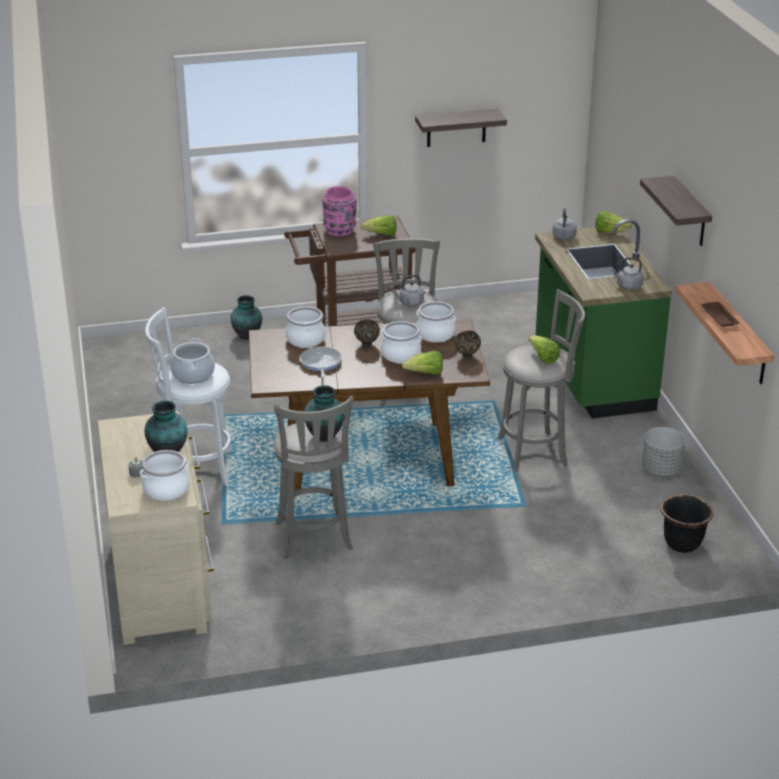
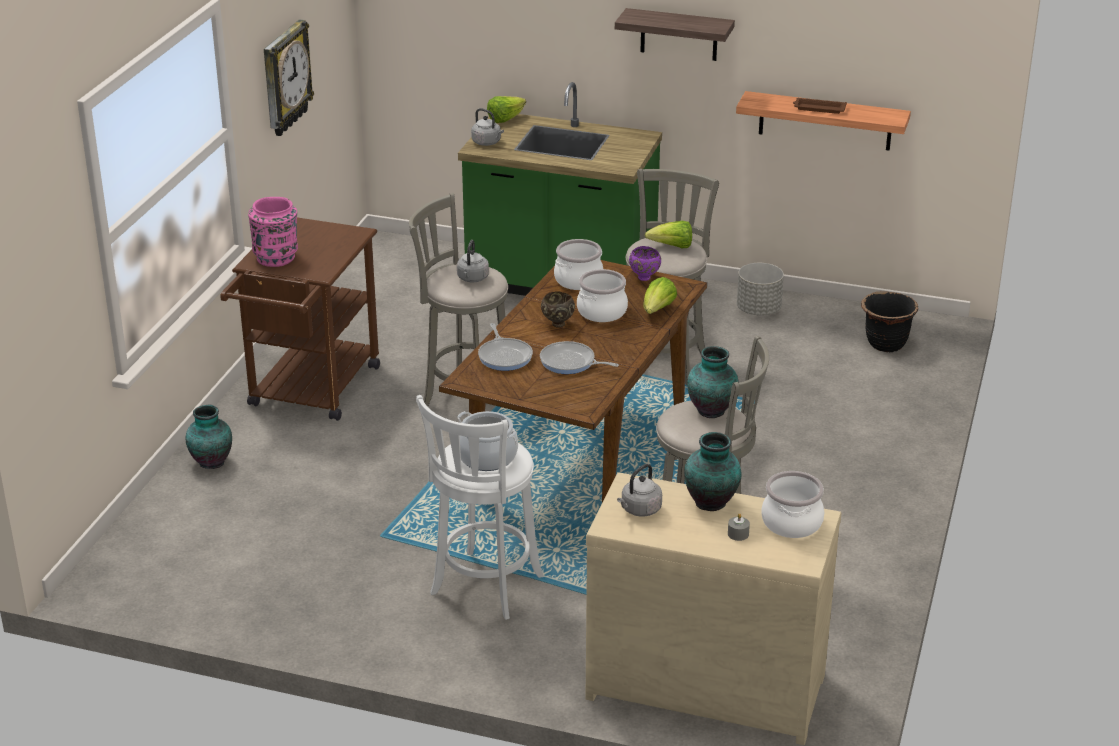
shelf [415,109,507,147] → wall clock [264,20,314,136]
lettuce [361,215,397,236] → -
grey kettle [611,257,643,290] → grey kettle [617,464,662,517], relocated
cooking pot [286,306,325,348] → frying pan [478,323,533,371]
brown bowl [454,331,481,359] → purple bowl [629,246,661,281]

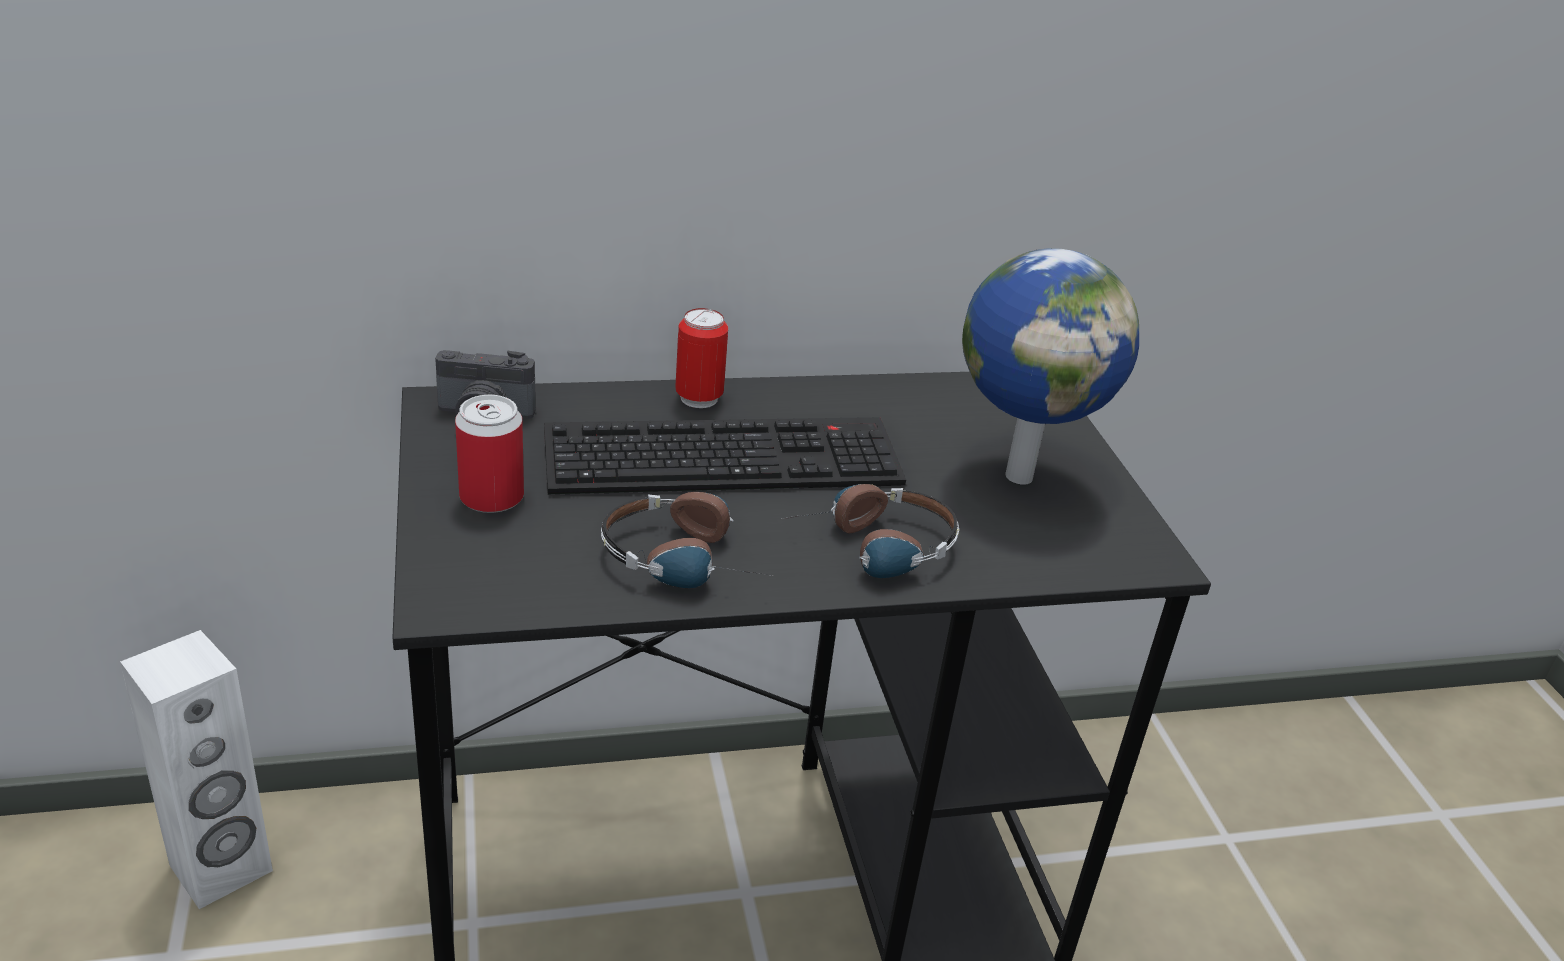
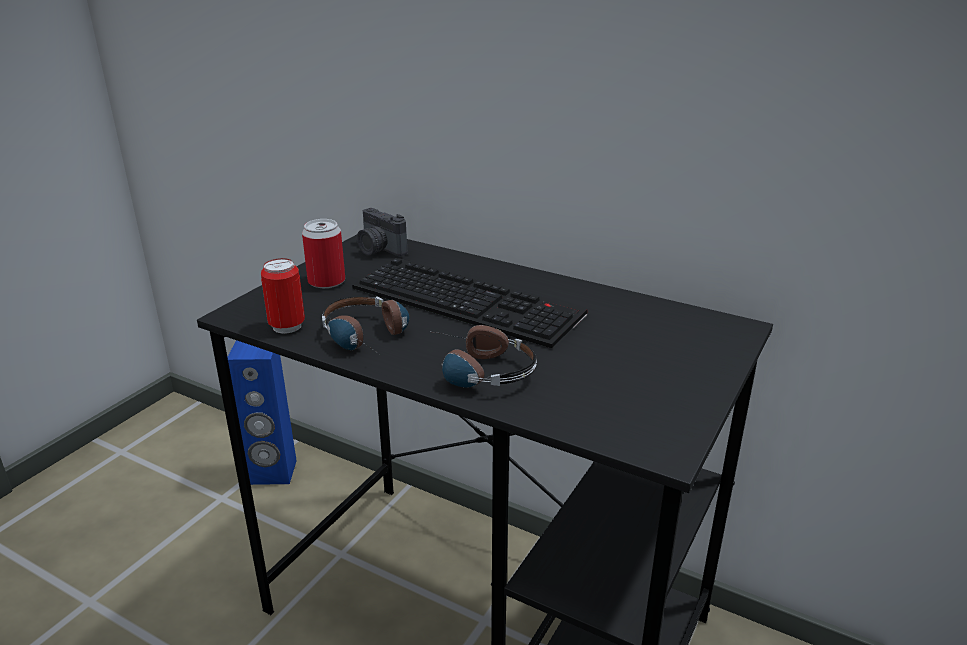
globe [962,248,1139,485] → -
can [675,308,728,408] → can [261,258,305,334], relocated
white speaker [120,630,273,909] → blue speaker [227,340,297,485]

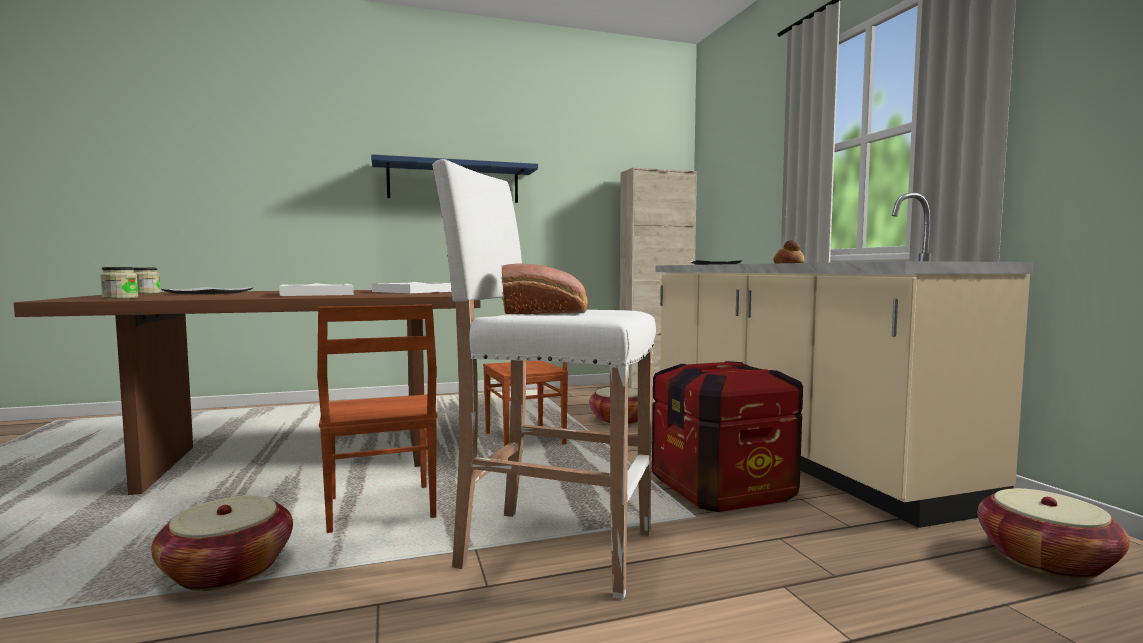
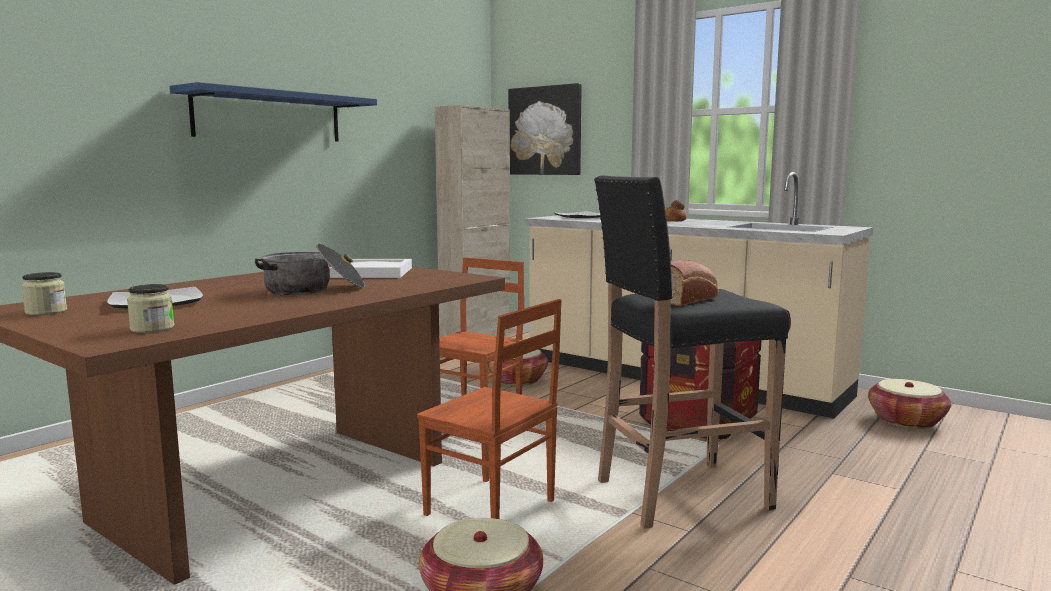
white stool [432,159,656,600] → black stool [594,175,791,529]
white tray [279,283,354,296] → cooking pot [255,243,365,295]
- → picture [508,83,582,175]

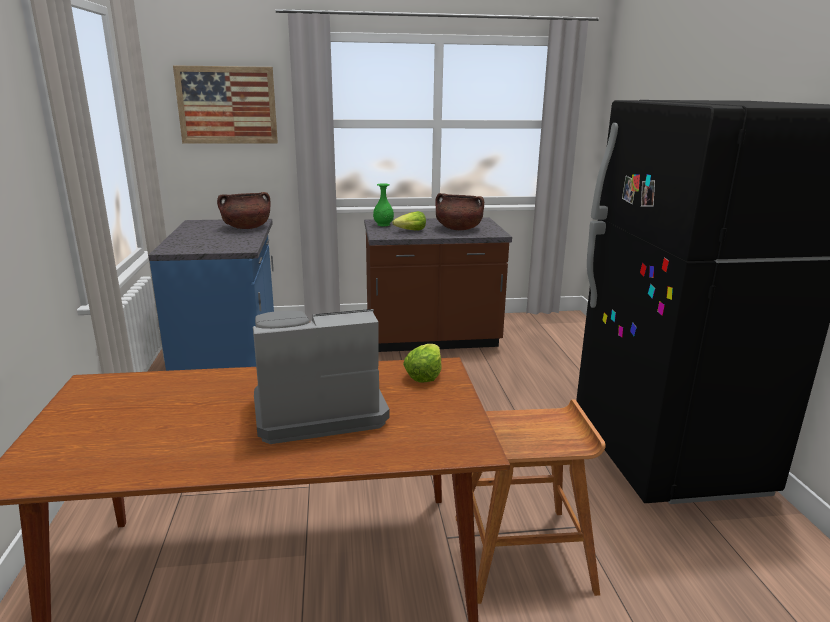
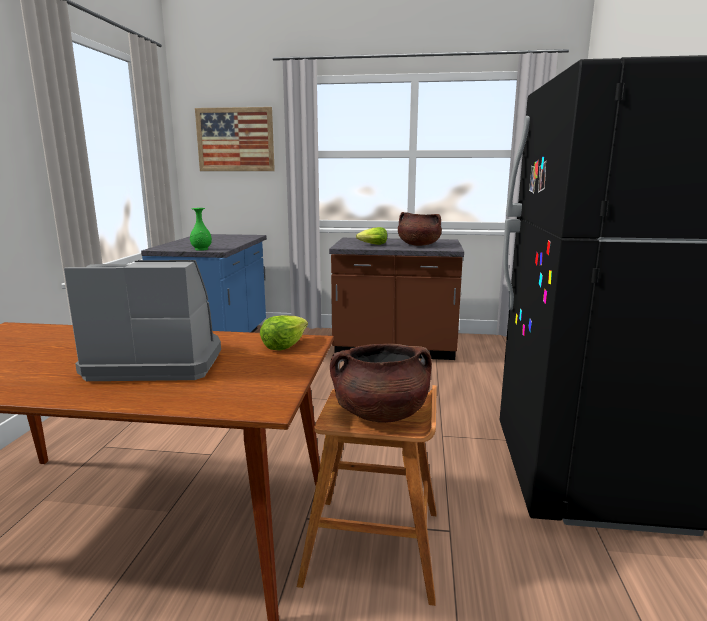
green vase [373,183,394,226] → green vase [190,208,212,251], relocated
brown cooking pot [217,192,271,229] → brown cooking pot [330,344,432,423], relocated

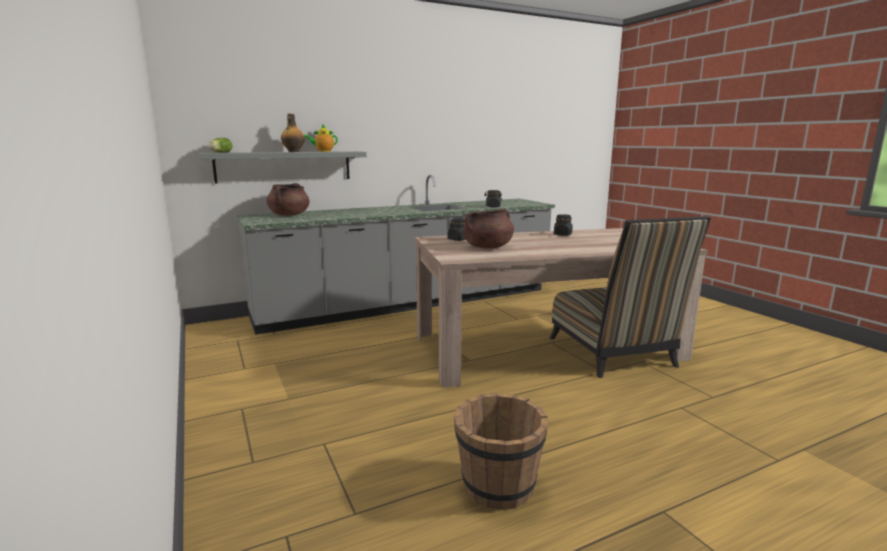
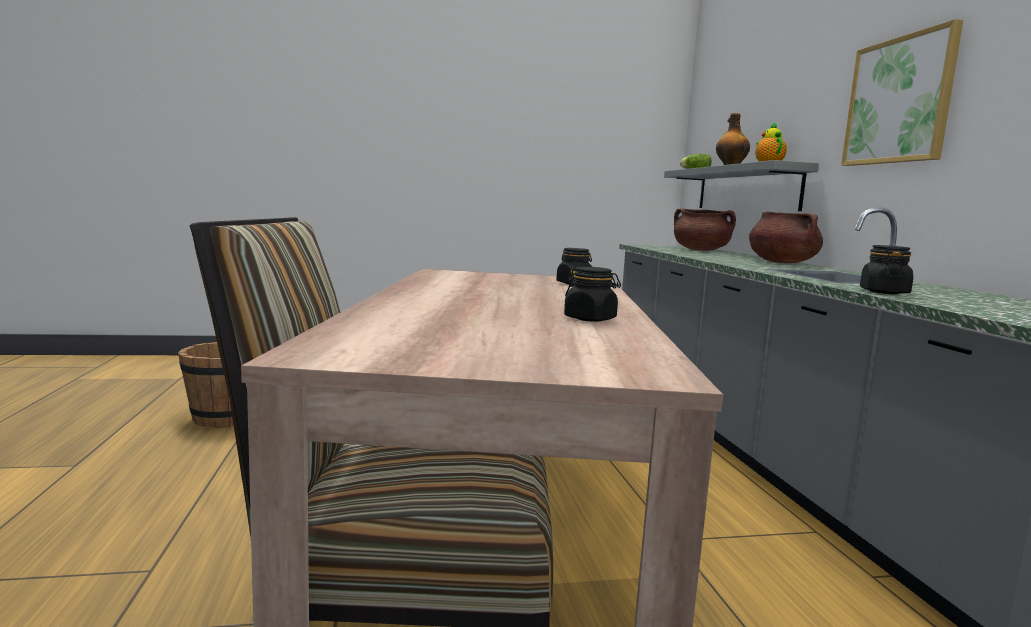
brown cooking pot [463,209,514,249] → brown cooking pot [749,211,823,263], relocated
- → picture [841,19,963,166]

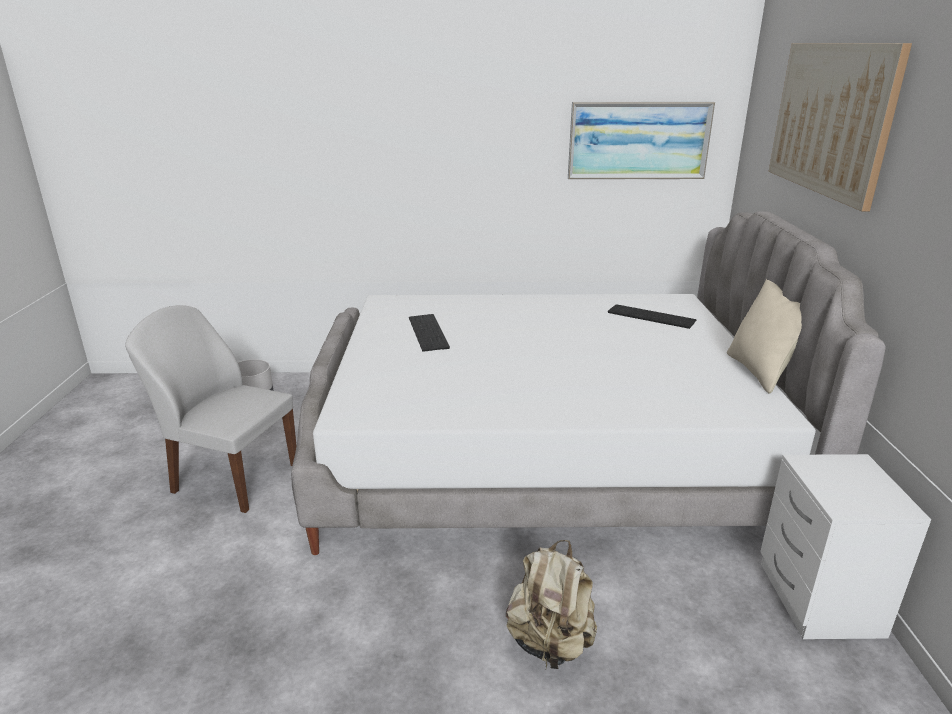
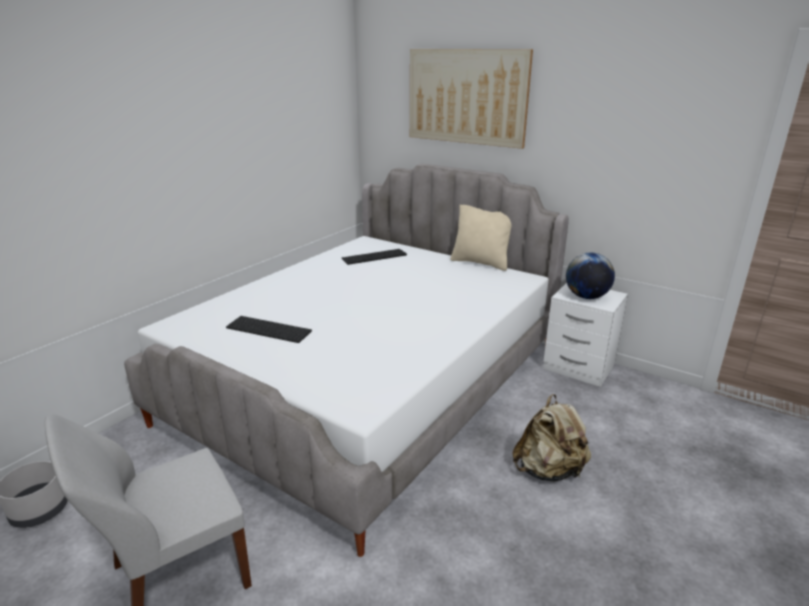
picture [568,102,715,179] → -
- → globe [566,253,615,299]

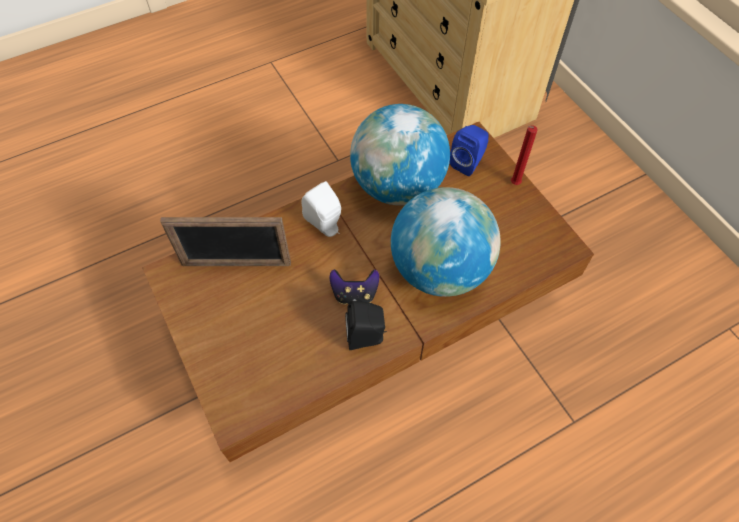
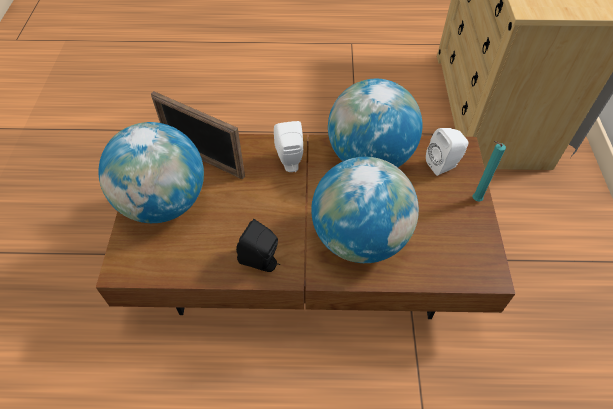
blue speaker [450,125,489,176] → white speaker [426,128,468,176]
red candle [511,125,537,185] → turquoise candle [473,141,506,201]
game controller [330,269,380,305] → -
- → globe [98,122,204,223]

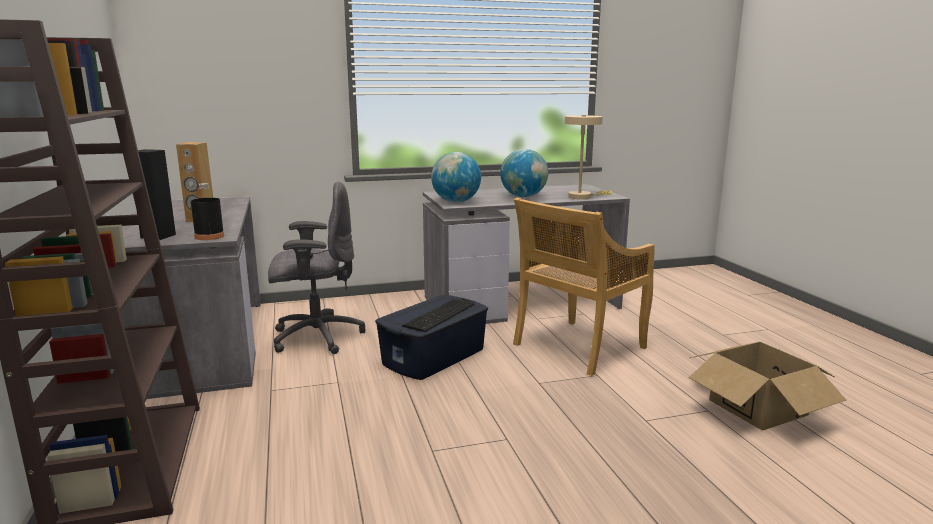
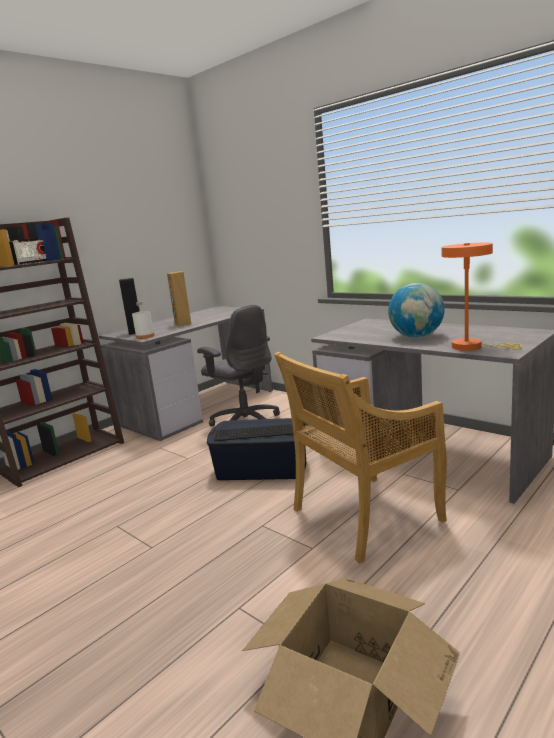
beige table lamp [564,115,612,199] → orange table lamp [441,243,523,351]
globe [431,152,481,202] → -
black bottle [191,183,224,240] → white bottle [132,302,155,339]
beige chair [513,198,655,376] → beige chair [274,352,447,564], 45 degrees counterclockwise

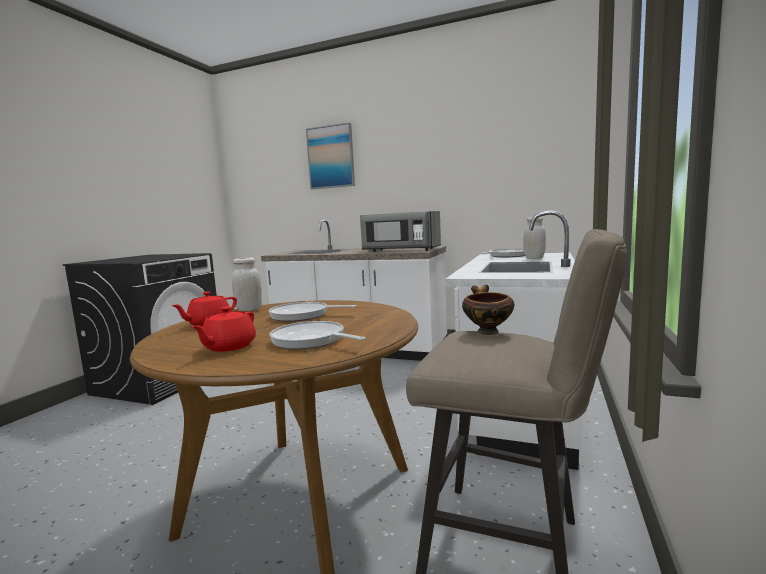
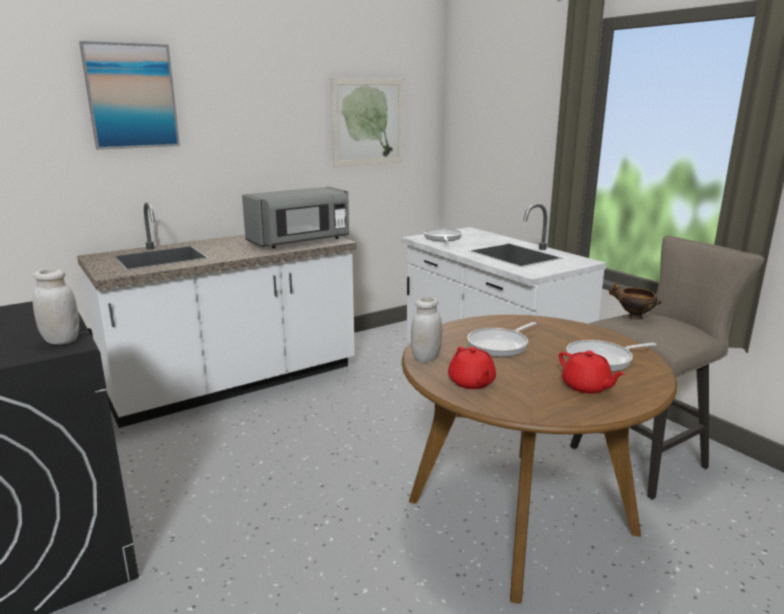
white jar [523,217,546,259] → white jar [32,269,79,345], relocated
- → picture [331,78,404,167]

